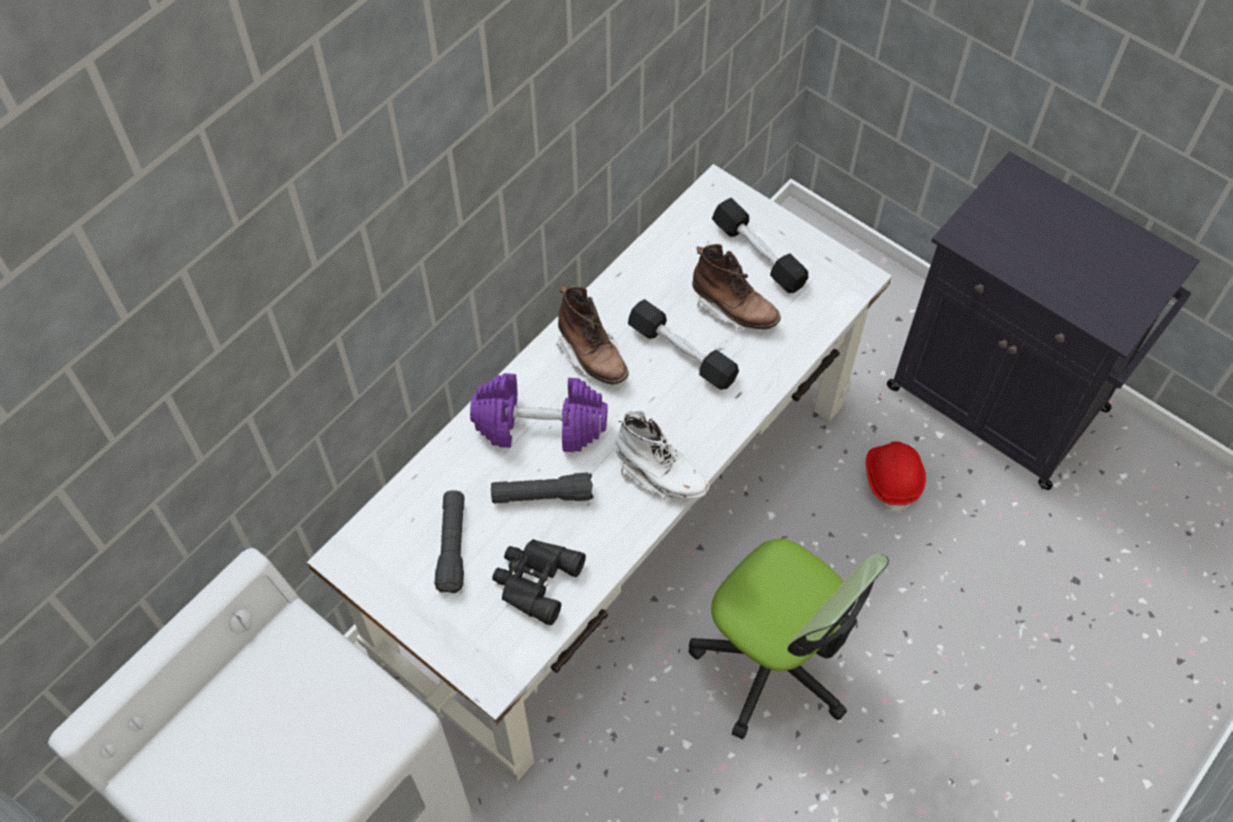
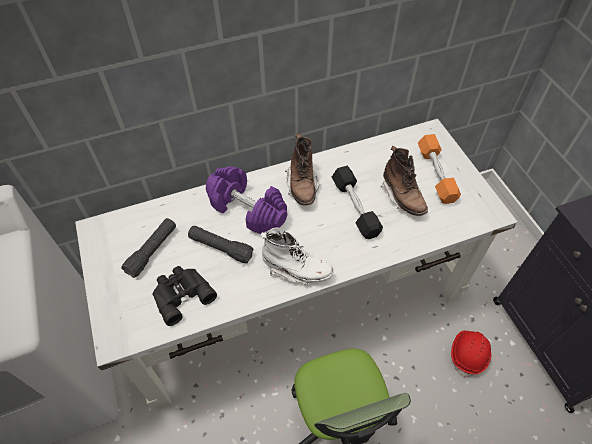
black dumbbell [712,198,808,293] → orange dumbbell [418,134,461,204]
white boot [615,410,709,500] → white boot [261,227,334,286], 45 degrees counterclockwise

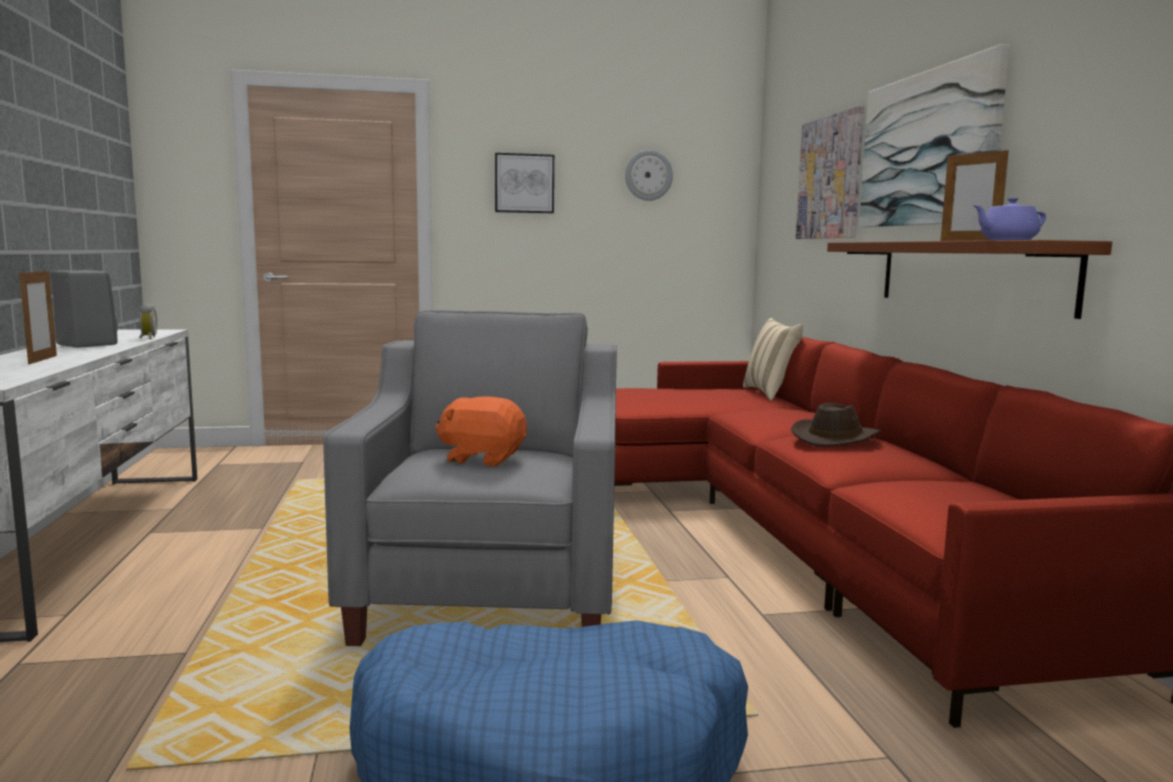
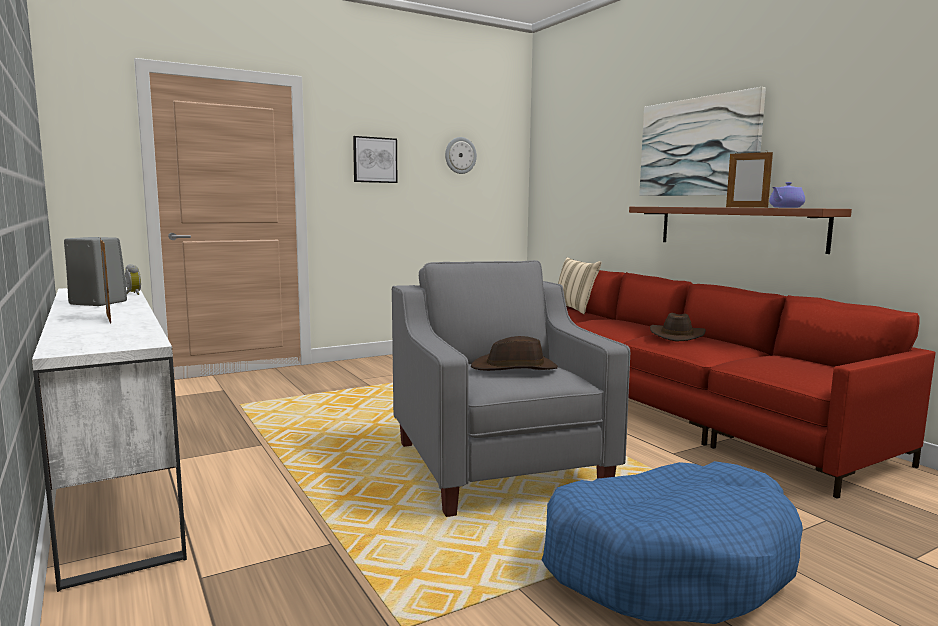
picture [796,106,864,239] → -
orange plush toy [435,396,527,466] → brown hat [471,336,558,371]

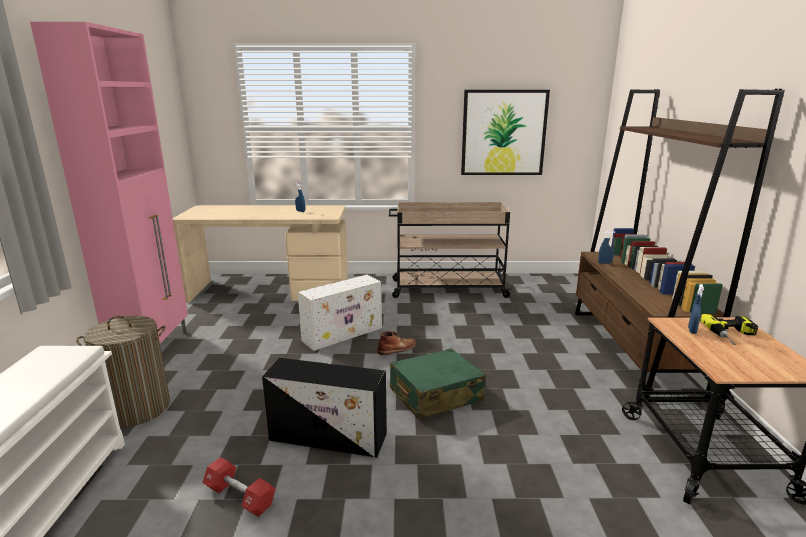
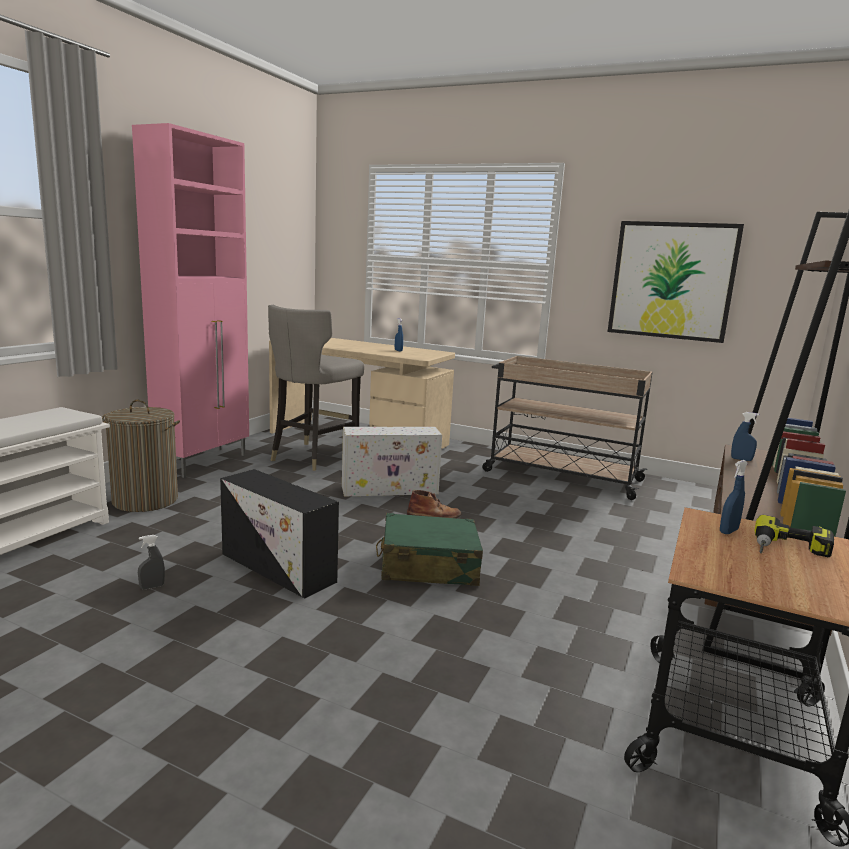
red dumbbell [202,457,276,517] → grey spray bottle [138,535,165,589]
- → grey stool [268,305,364,471]

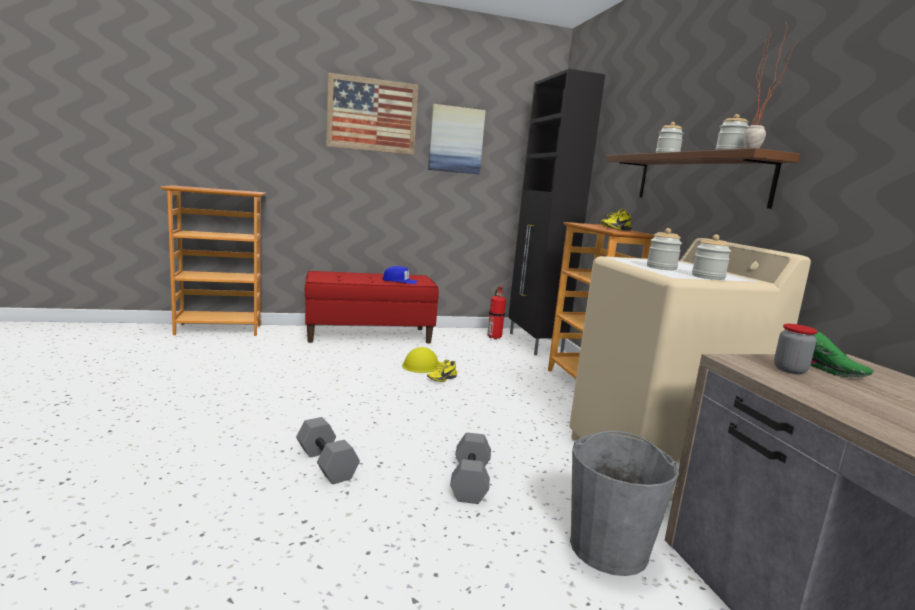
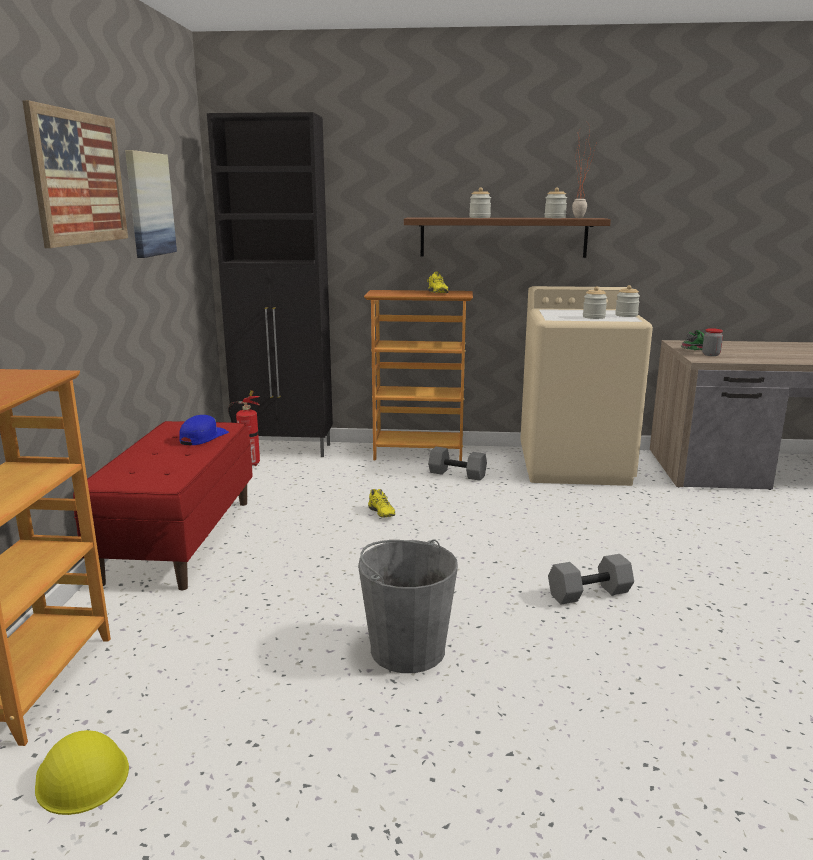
yellow hard hat [402,347,441,373] → yellow hard hat [35,730,129,815], relocated
grey bucket [570,431,679,576] → grey bucket [358,539,458,673], relocated
grey dumbbell [450,432,491,504] → grey dumbbell [428,447,487,481], relocated

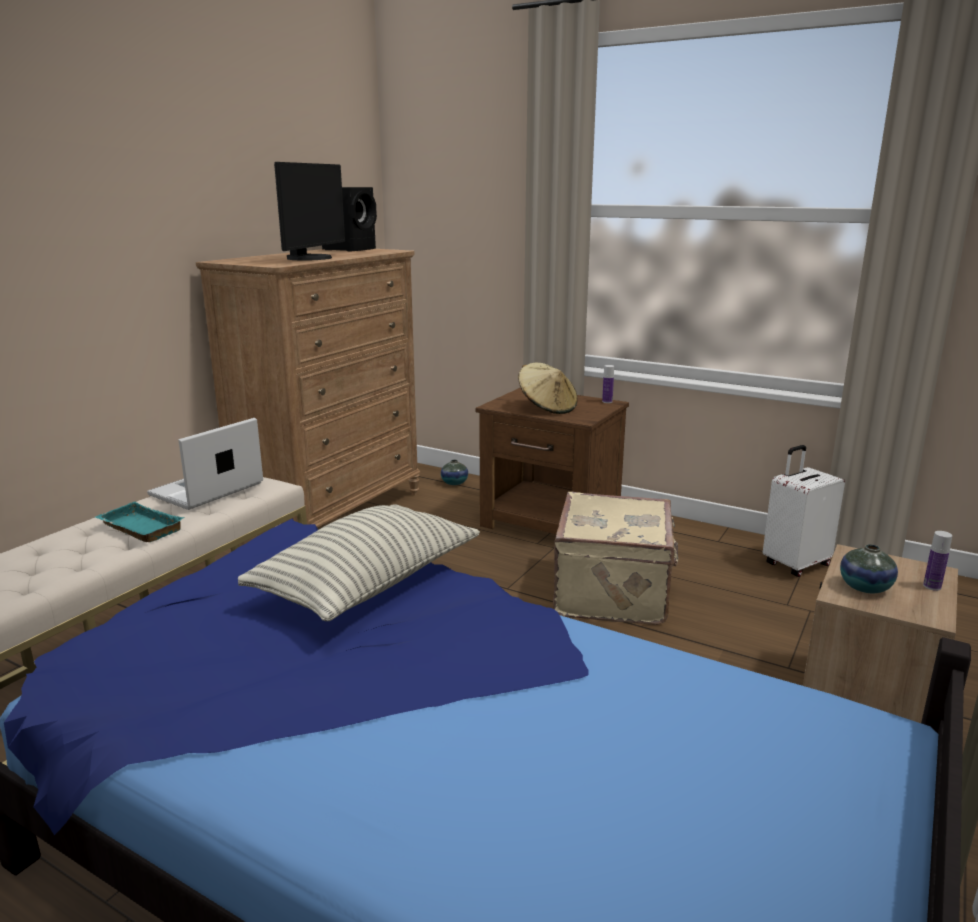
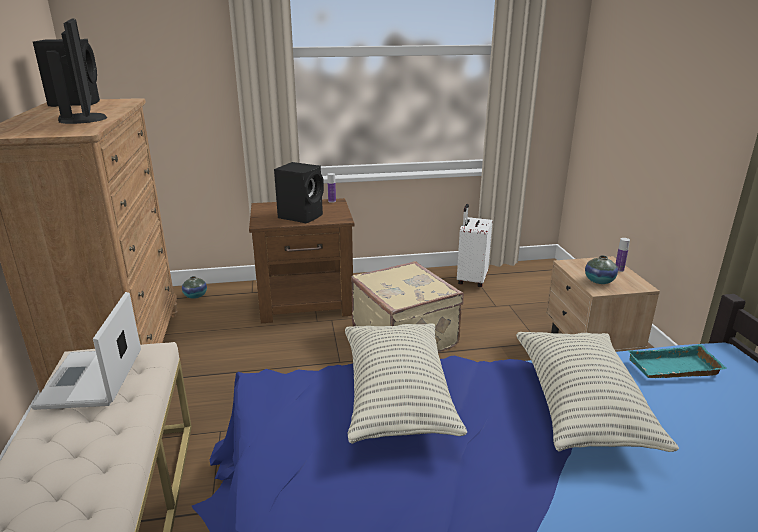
beige hat [518,363,577,414] → black speaker [274,162,324,223]
turquoise tray [95,502,184,542] → turquoise tray [627,344,726,378], relocated
- → pillow [516,332,679,452]

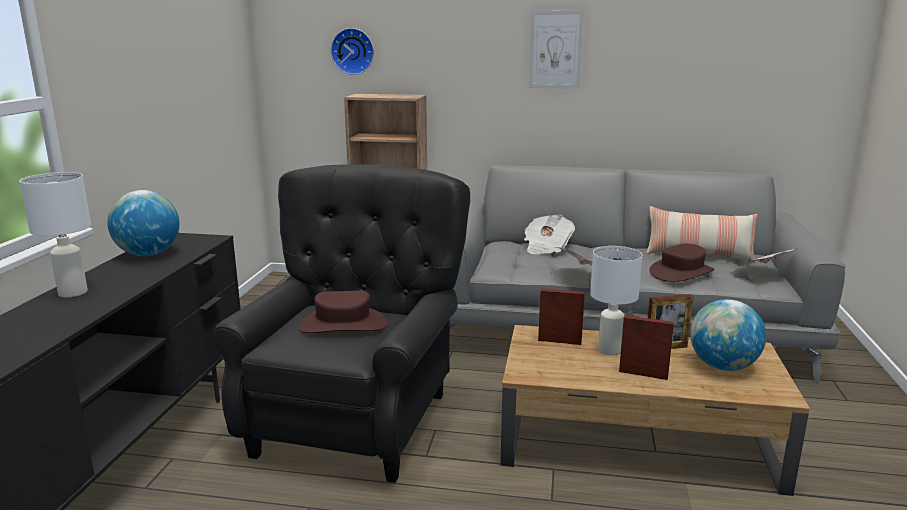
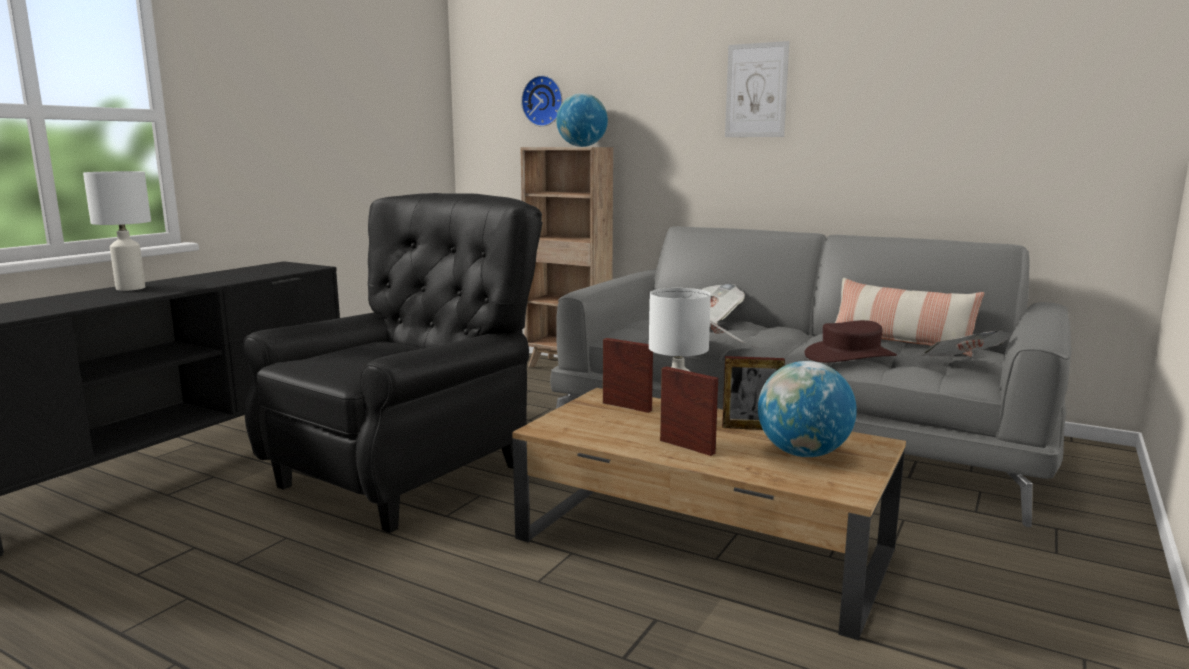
globe [107,190,180,256] → globe [556,93,608,147], relocated
brown hat [299,291,387,333] → -

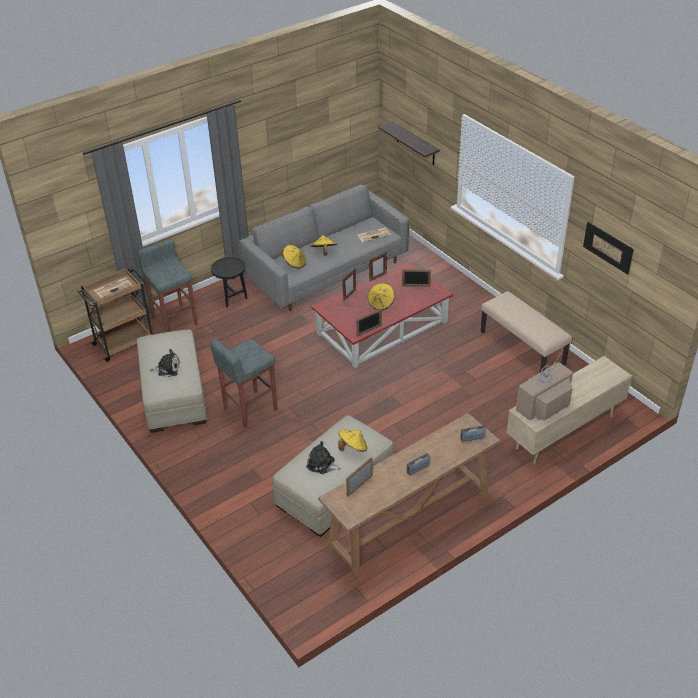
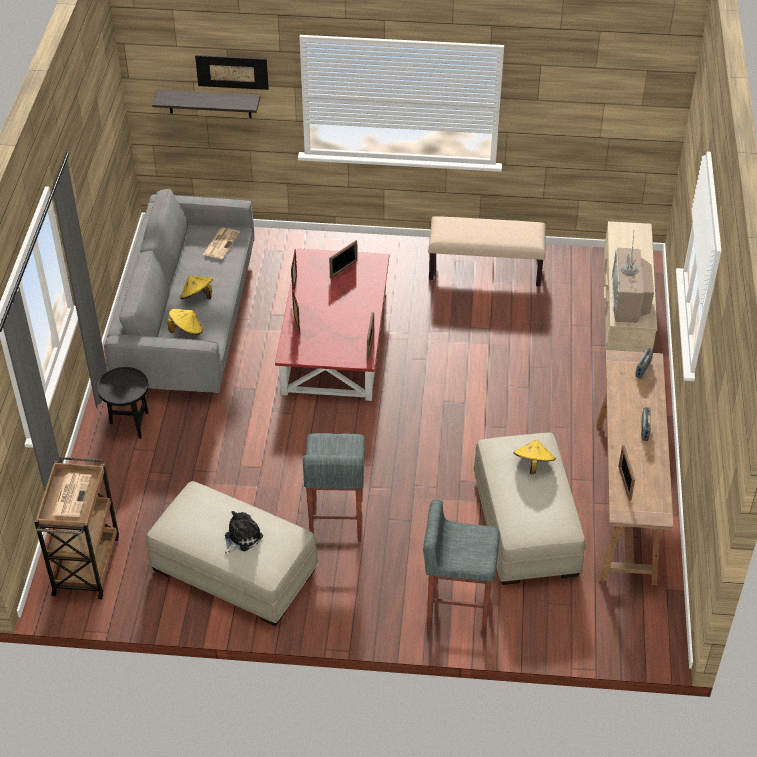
picture [583,222,634,274] → picture [195,55,269,90], relocated
grey stool [137,239,197,332] → grey stool [423,500,500,634], relocated
yellow hat [368,283,395,310] → -
plush toy [306,441,341,474] → -

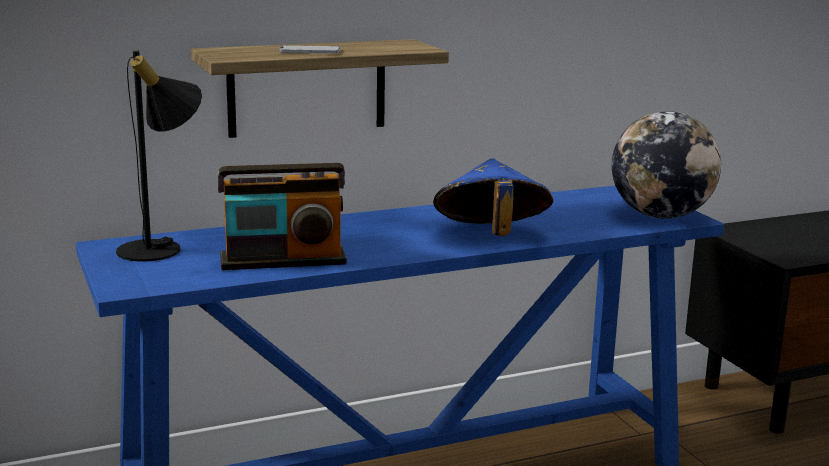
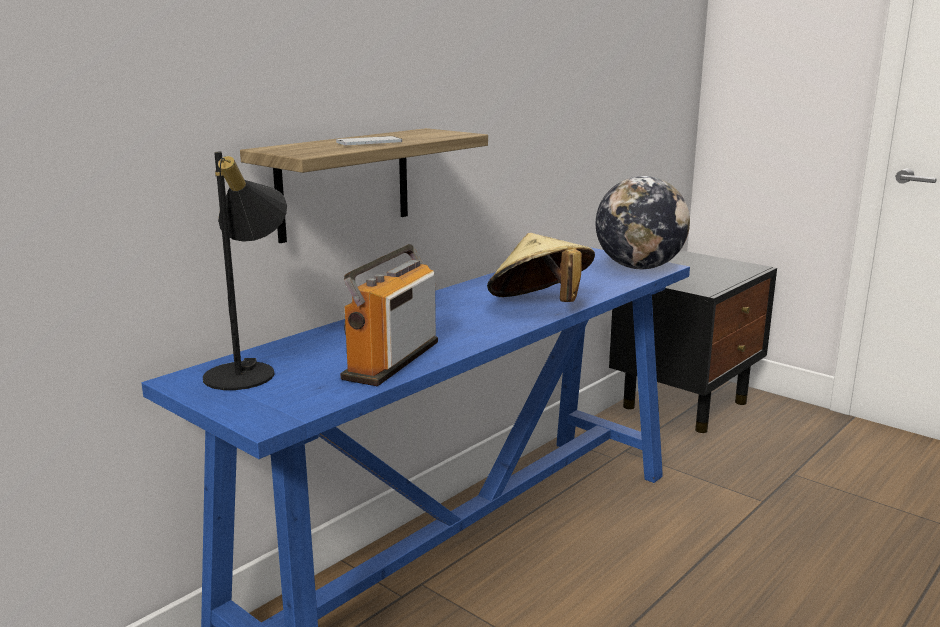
blue hat [433,159,554,236] → beige hat [487,233,595,302]
radio [218,163,347,270] → radio [341,244,438,387], 150 degrees clockwise

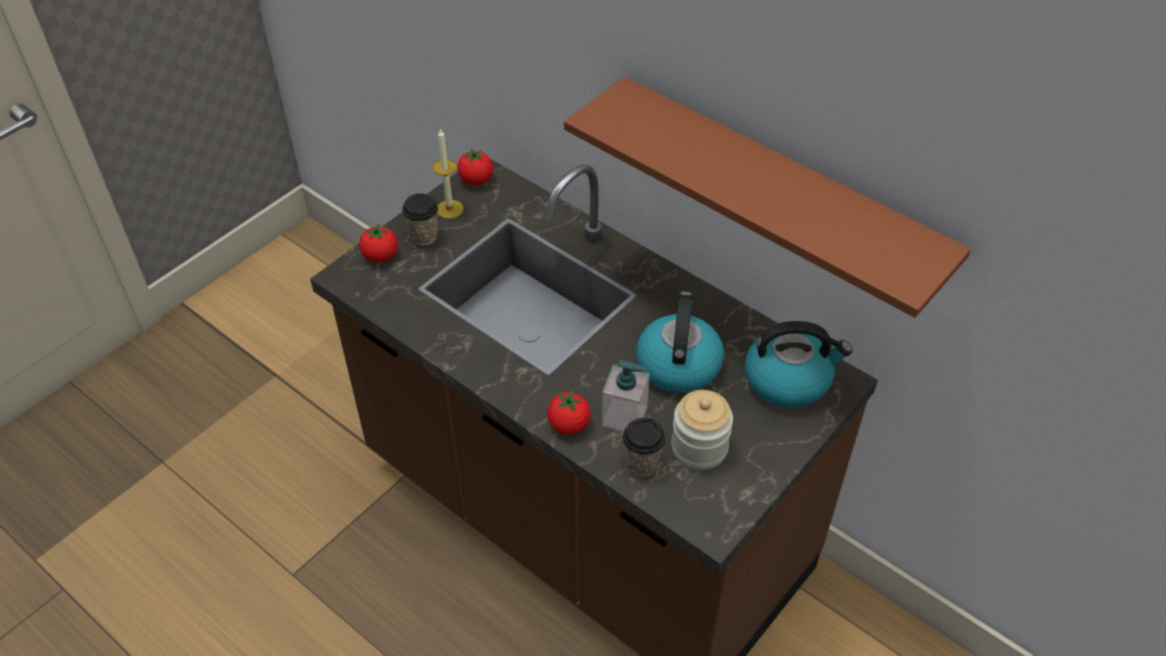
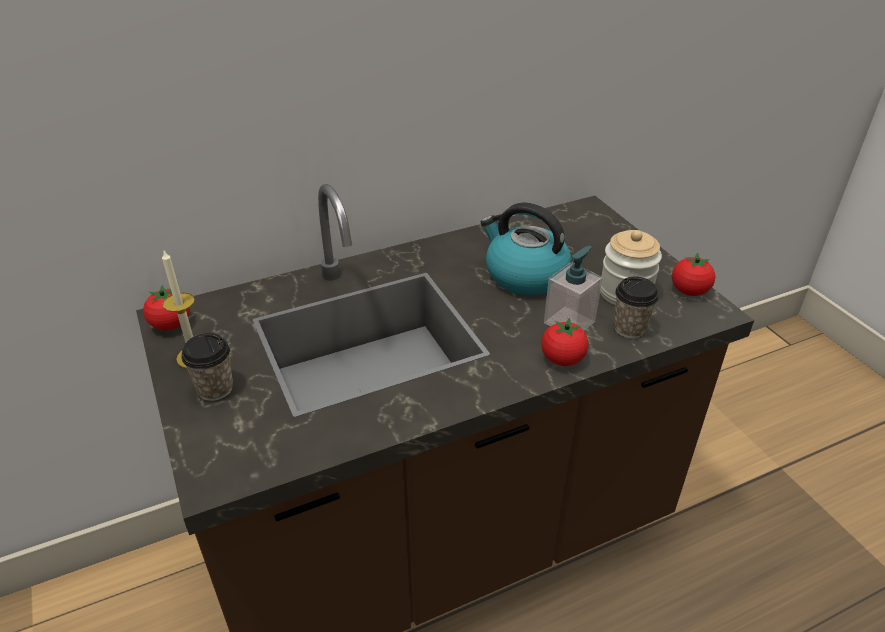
brown shelf [564,77,971,318] → -
tomato [359,223,398,263] → tomato [672,253,715,296], relocated
kettle [745,321,853,408] → -

